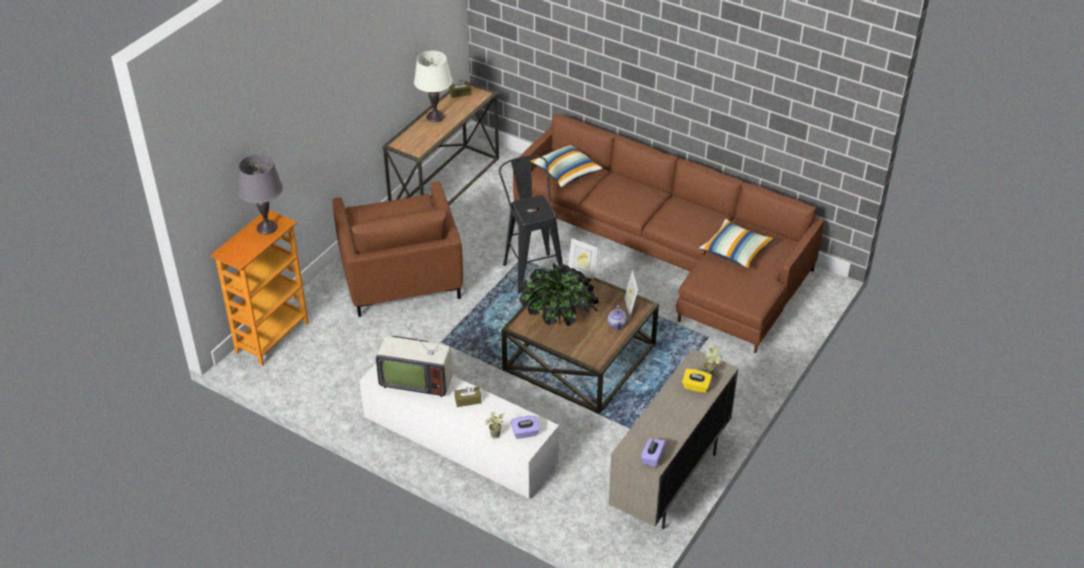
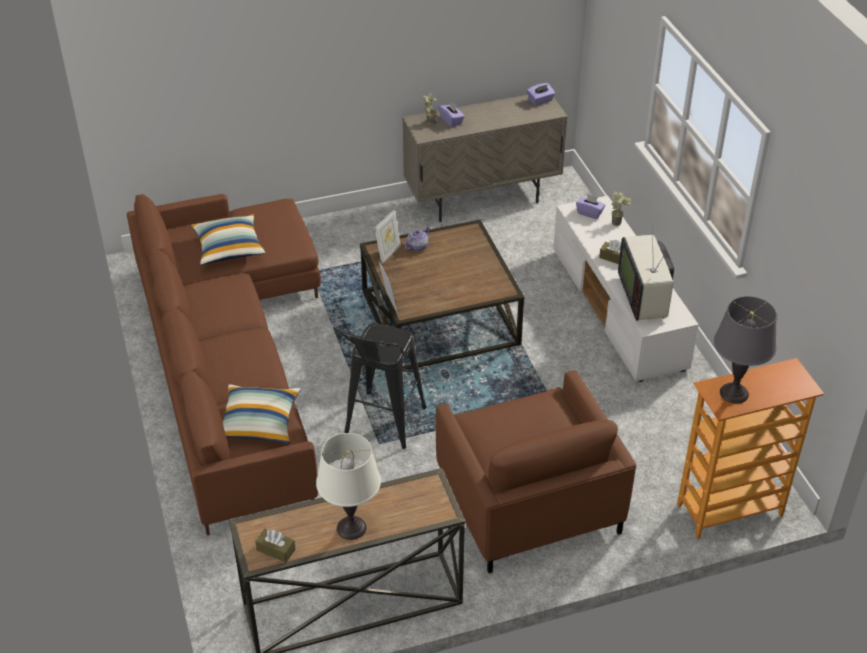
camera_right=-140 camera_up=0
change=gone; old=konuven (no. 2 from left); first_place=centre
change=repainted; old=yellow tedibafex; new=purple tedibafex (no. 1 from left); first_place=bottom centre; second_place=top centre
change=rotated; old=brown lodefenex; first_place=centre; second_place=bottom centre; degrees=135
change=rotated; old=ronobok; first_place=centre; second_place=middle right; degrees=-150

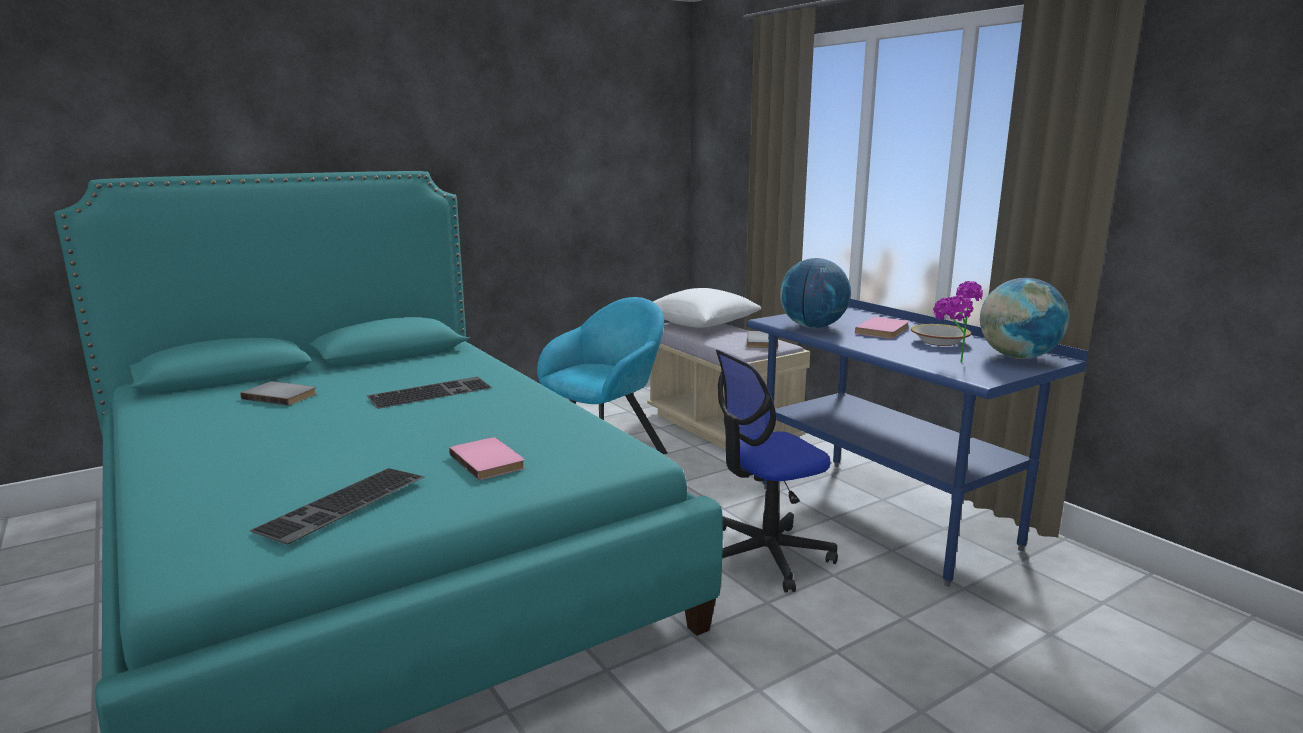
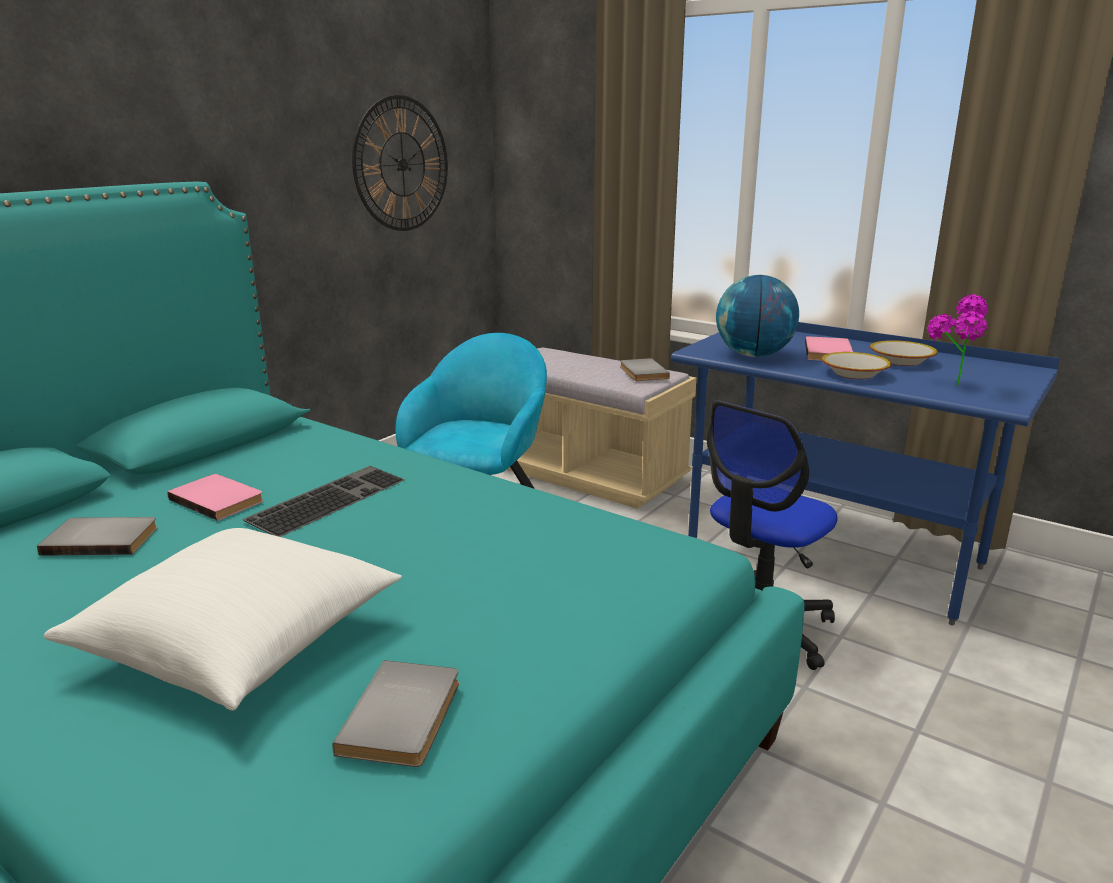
camera_right=-20 camera_up=5
change=gone; old=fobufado (no. 2 from left); first_place=middle right
change=new; new=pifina; second_place=top centre
change=new; new=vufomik (no. 1 from left); second_place=middle right
change=shifted; old=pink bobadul (no. 1 from left); first_place=centre; second_place=middle left
change=shifted; old=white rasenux; first_place=centre; second_place=bottom left
change=swapped; old=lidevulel (no. 1 from left); new=grey bobadul (no. 2 from left); first_place=bottom left; second_place=bottom centre

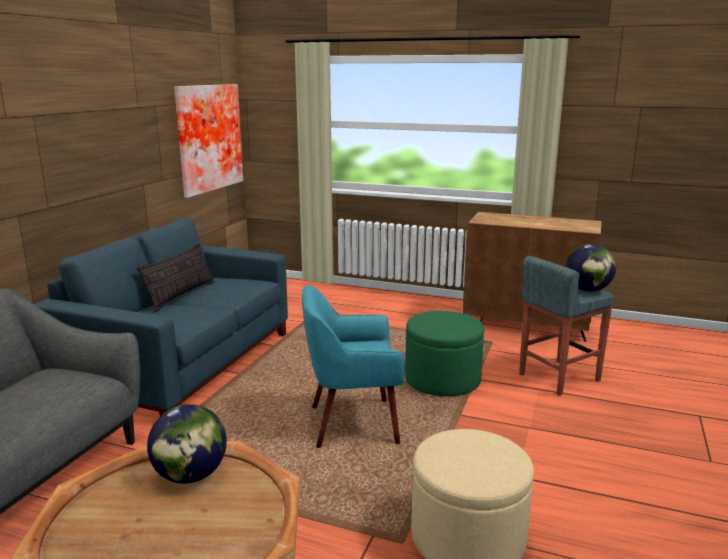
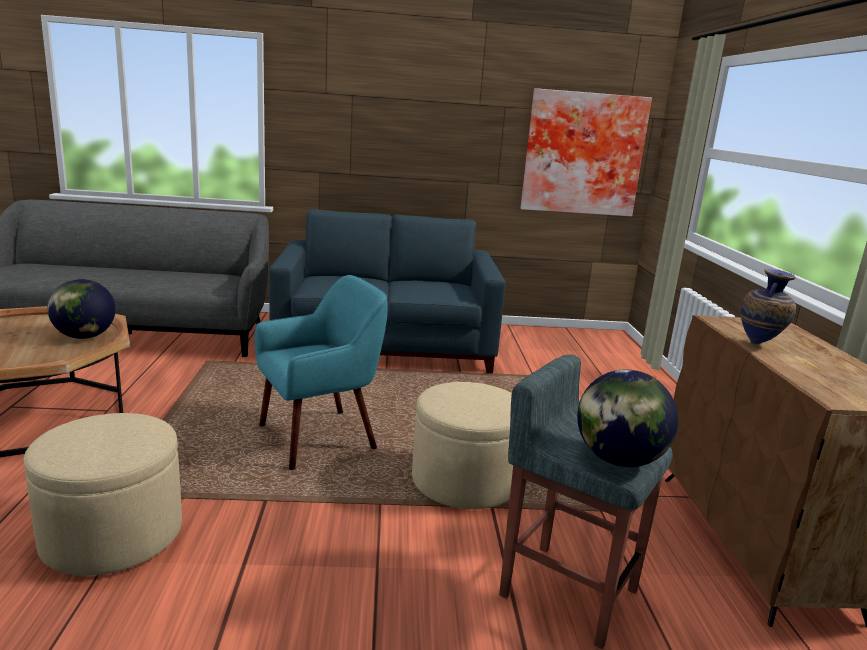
camera_right=65 camera_up=0
change=gone; old=rasenux; first_place=middle left
change=new; new=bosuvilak; second_place=middle right
change=repainted; old=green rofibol; new=beige rofibol (no. 2 from left); first_place=centre; second_place=bottom centre
change=rotated; old=turquoise lodefenex; first_place=centre; second_place=centre; degrees=90

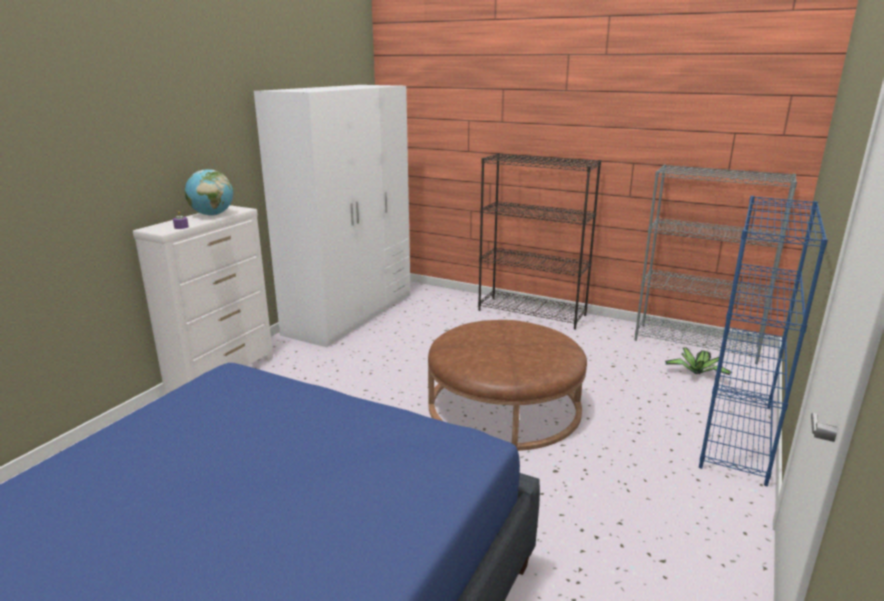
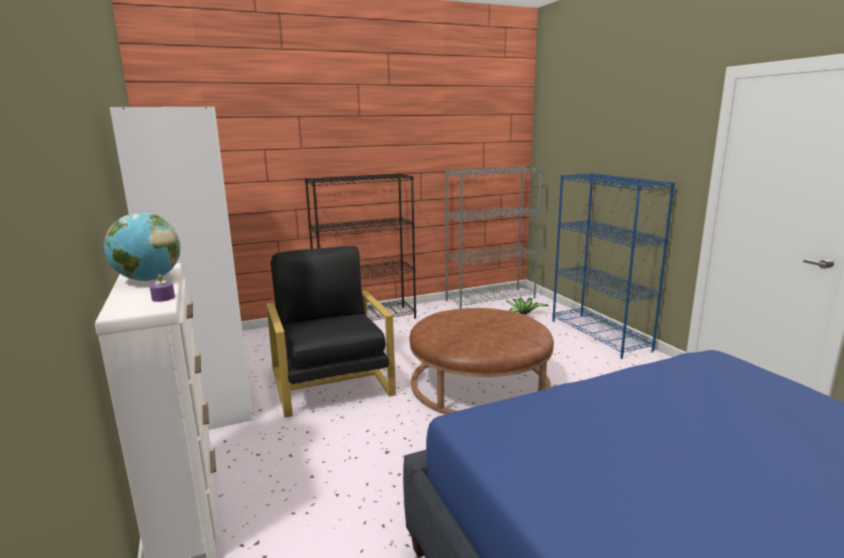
camera_right=-50 camera_up=-5
change=new; new=black lodefenex; second_place=centre

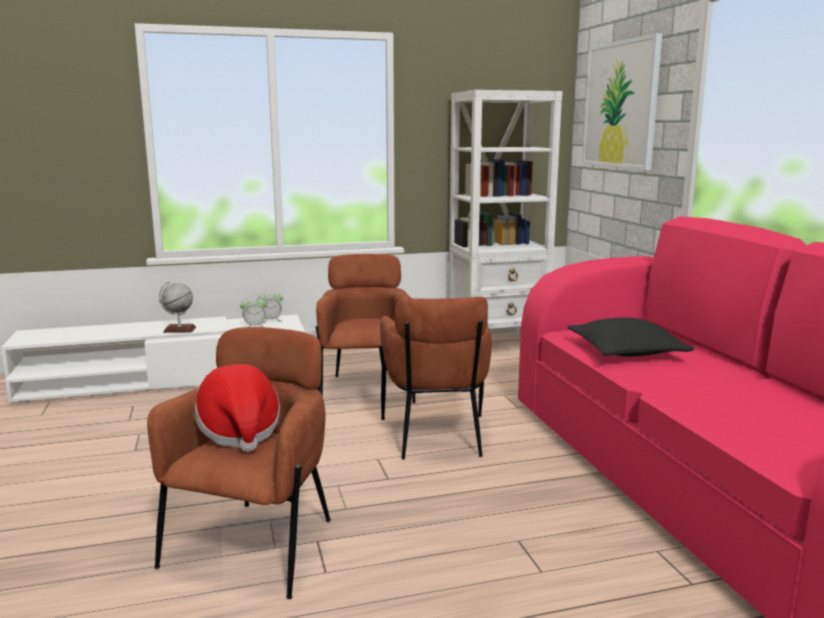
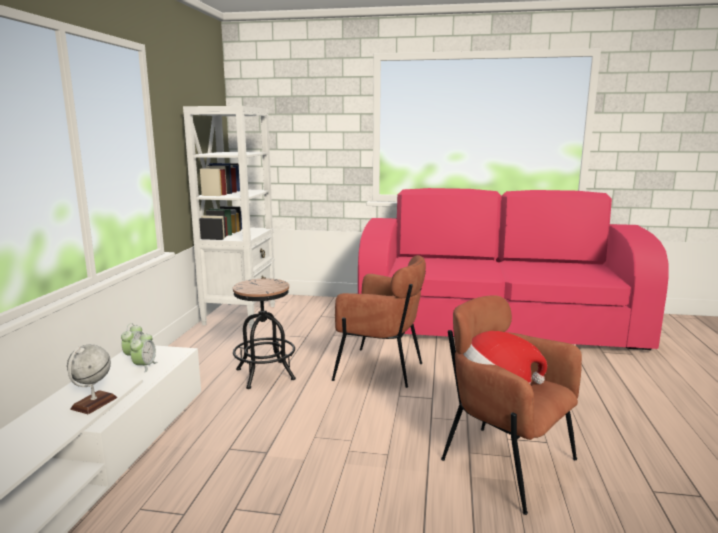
camera_right=-65 camera_up=0
change=gone; old=black rasenux; first_place=middle right
change=gone; old=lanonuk; first_place=top right
change=swapped; old=brown lodefenex (no. 2 from left); new=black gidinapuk; first_place=centre; second_place=centre

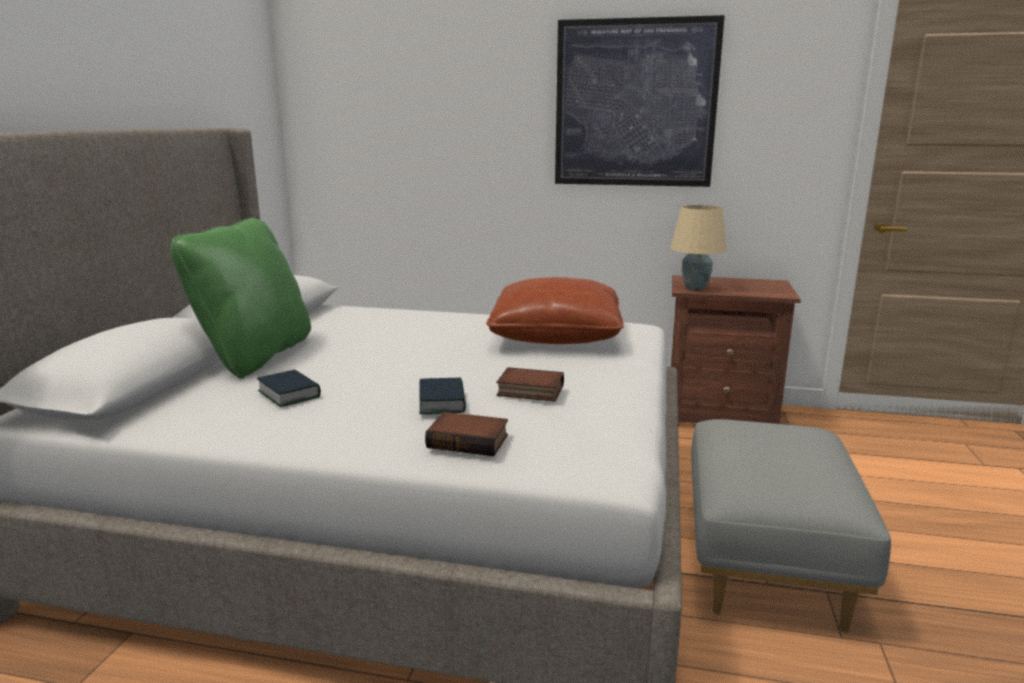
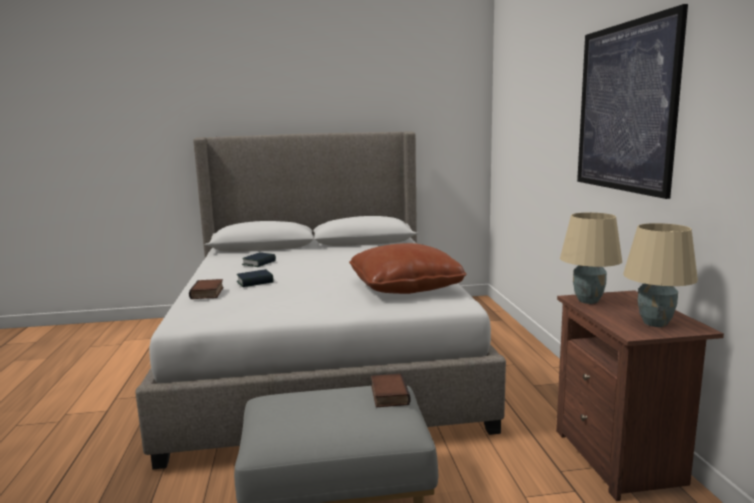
camera_right=70 camera_up=-5
change=gone; old=green rasenux; first_place=middle left
change=new; new=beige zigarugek (no. 2 from left); second_place=middle right
change=shifted; old=bobadul (no. 4 from left); first_place=centre; second_place=bottom centre

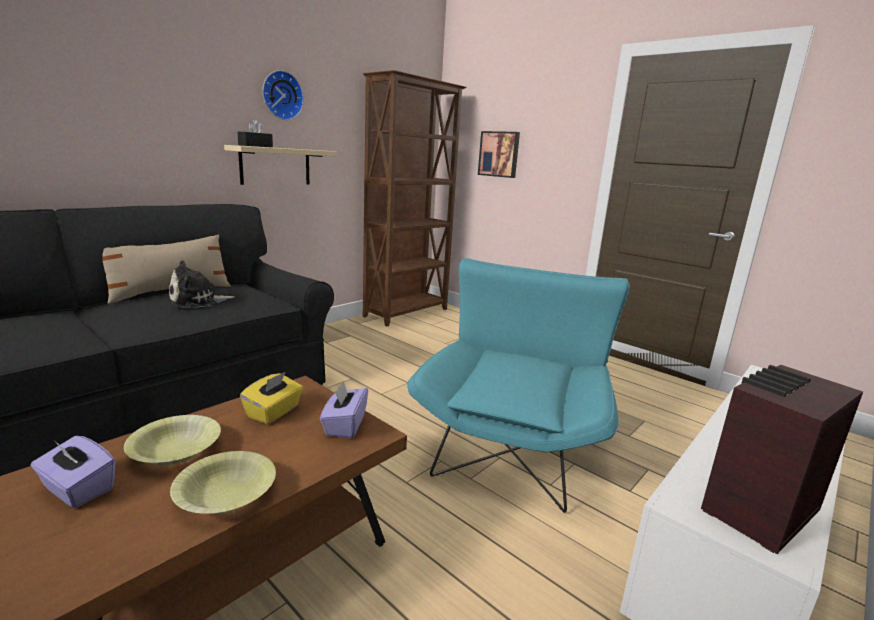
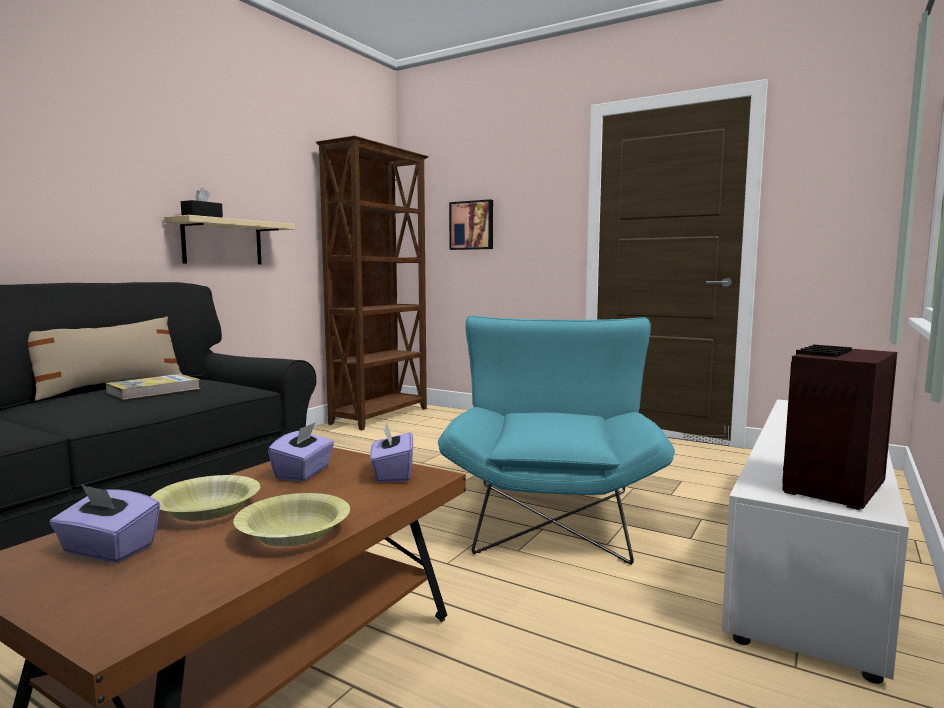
camera_right=-10 camera_up=-10
change=gone; old=pifina; first_place=top left
change=swapped; old=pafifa; new=bobadul; first_place=middle left; second_place=middle left
change=repainted; old=yellow tedibafex; new=purple tedibafex (no. 2 from left); first_place=middle left; second_place=middle left

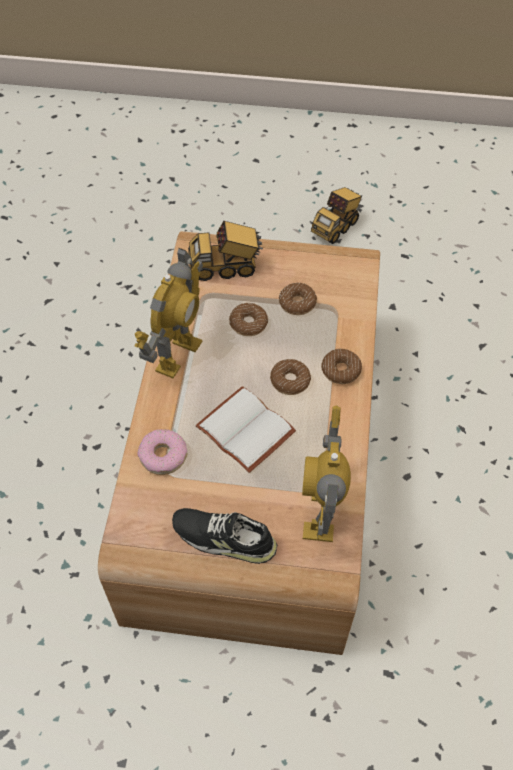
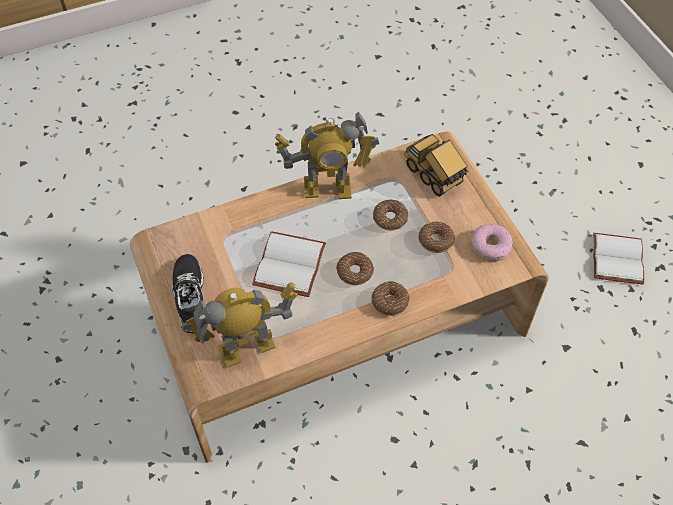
camera_right=60 camera_up=0
change=shifted; old=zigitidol (no. 1 from left in the first image); new=zigitidol (no. 5 from left); first_place=middle left; second_place=middle right
change=swapped; old=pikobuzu (no. 2 from left); new=white bobadul (no. 2 from left); first_place=top centre; second_place=middle right

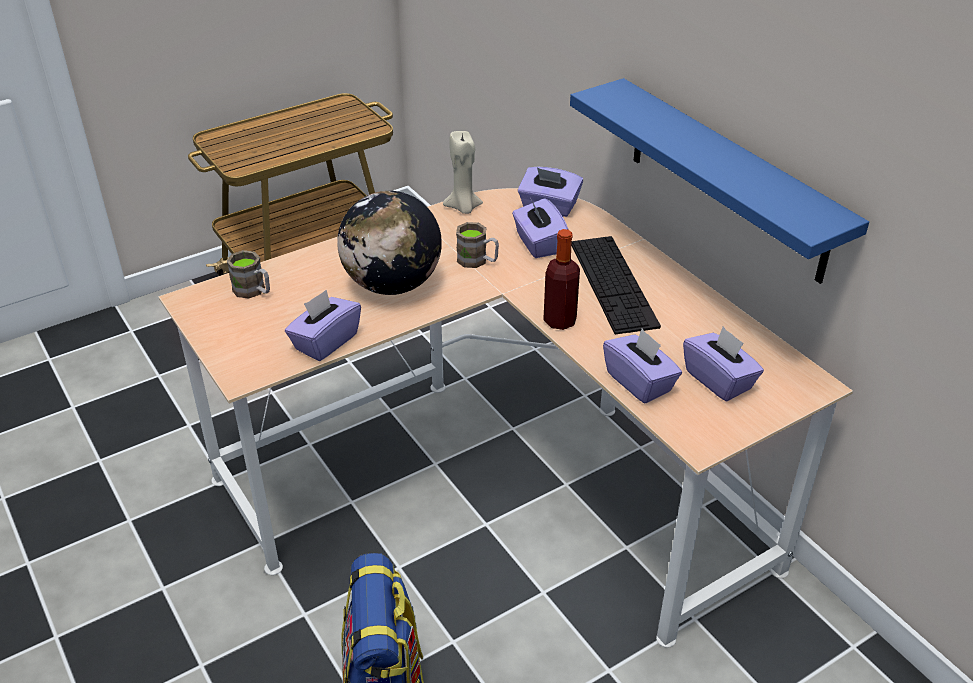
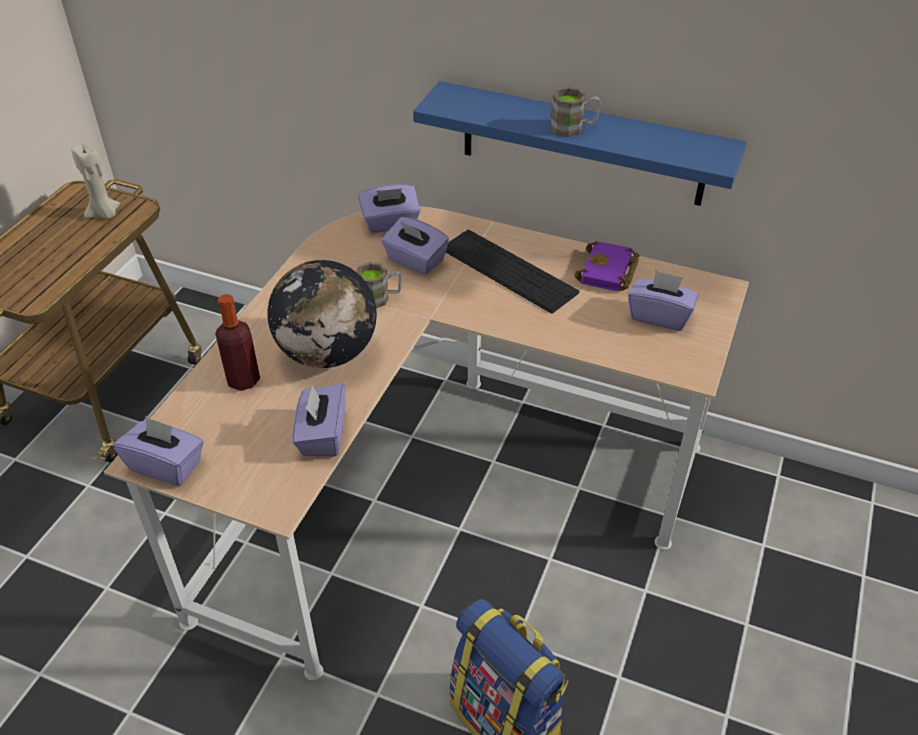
camera_right=-35 camera_up=5
change=new; new=purple bobadul; second_place=centre
change=shifted; old=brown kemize (no. 1 from left in the first image); new=brown kemize (no. 2 from left); first_place=middle left; second_place=top centre
change=shifted; old=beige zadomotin; first_place=top centre; second_place=top left
change=shifted; old=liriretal; first_place=centre; second_place=middle left
change=shifted; old=purple tedibafex (no. 4 from left in the first image); new=purple tedibafex (no. 1 from left); first_place=centre; second_place=middle left

